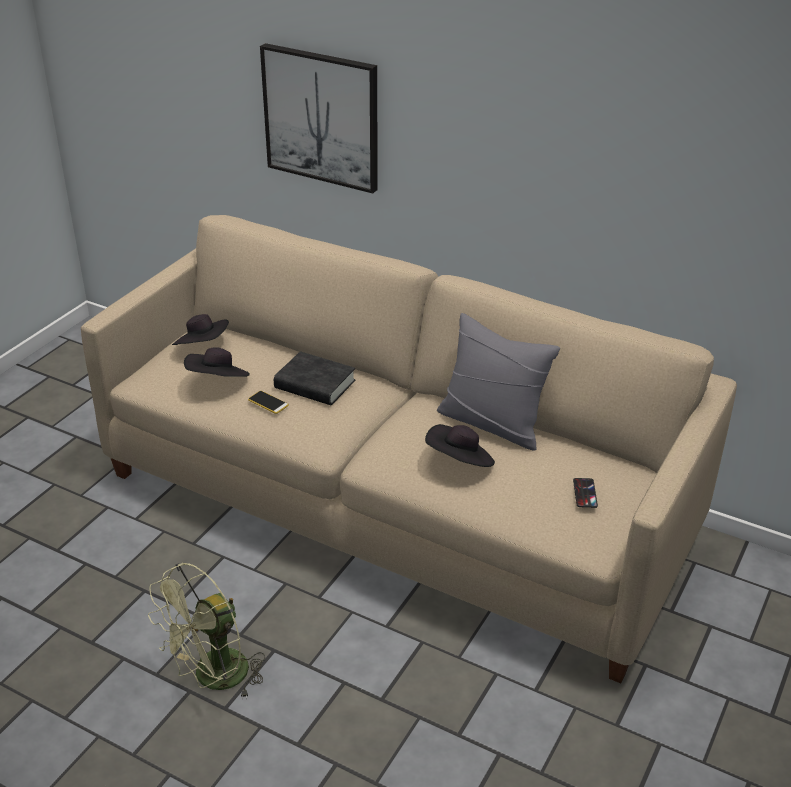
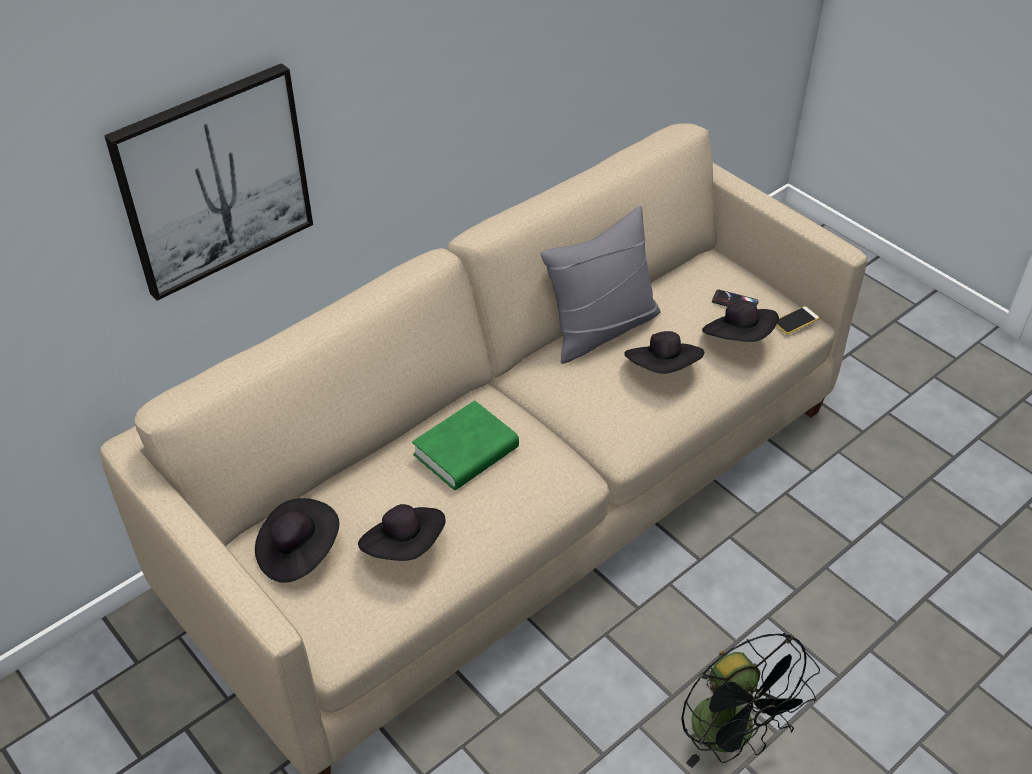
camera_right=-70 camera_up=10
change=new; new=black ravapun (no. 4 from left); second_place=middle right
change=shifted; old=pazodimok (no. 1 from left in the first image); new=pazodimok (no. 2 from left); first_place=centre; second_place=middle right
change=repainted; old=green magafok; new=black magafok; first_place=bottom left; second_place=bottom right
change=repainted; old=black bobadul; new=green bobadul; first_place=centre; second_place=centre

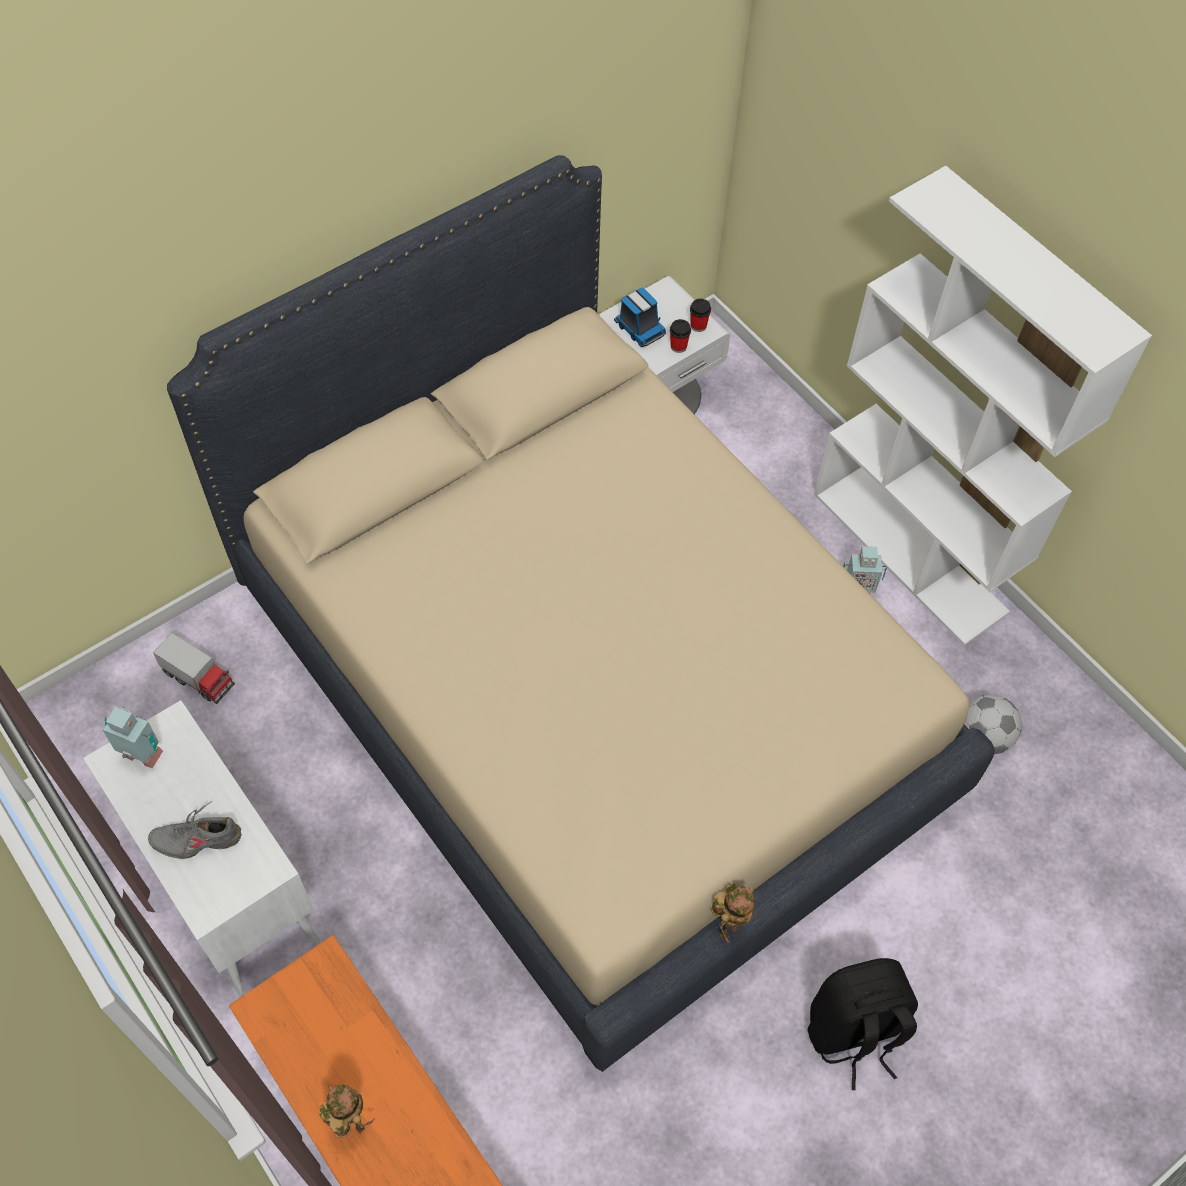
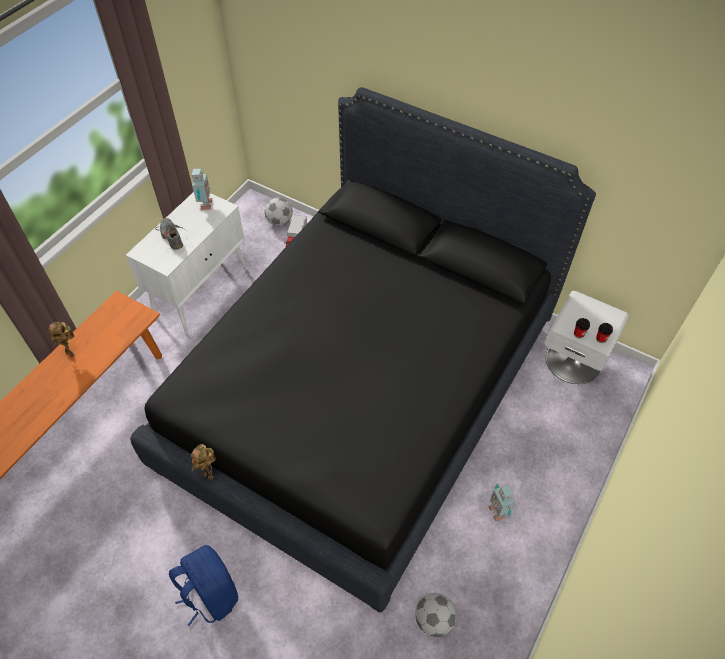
camera_right=70 camera_up=-5
change=gone; old=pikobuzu (no. 2 from left); first_place=top centre
change=gone; old=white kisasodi; first_place=middle right
change=new; new=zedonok (no. 1 from left); second_place=top centre
change=repainted; old=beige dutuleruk; new=black dutuleruk; first_place=centre; second_place=centre
change=repainted; old=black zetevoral; new=blue zetevoral; first_place=bottom right; second_place=bottom left
change=rotated; old=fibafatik (no. 2 from left in the first image); first_place=bottom left; second_place=middle left; degrees=105

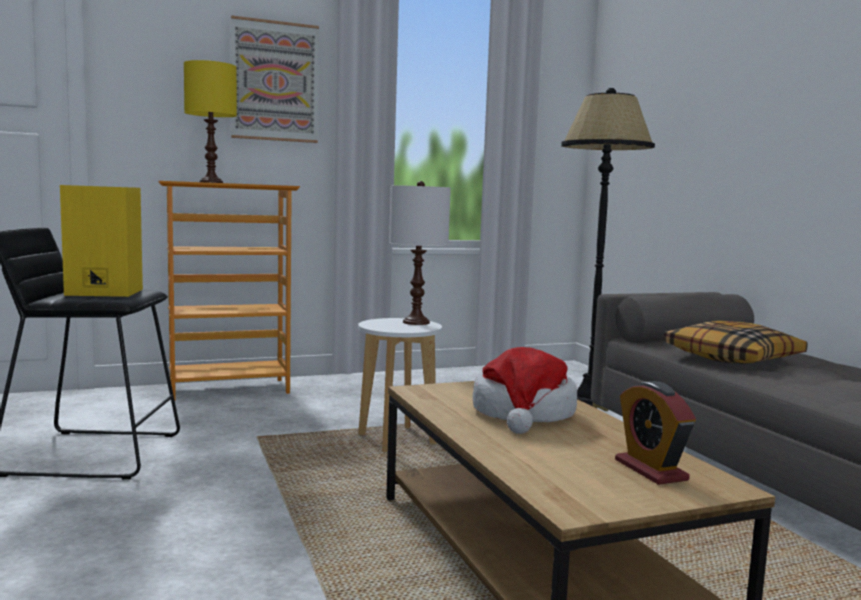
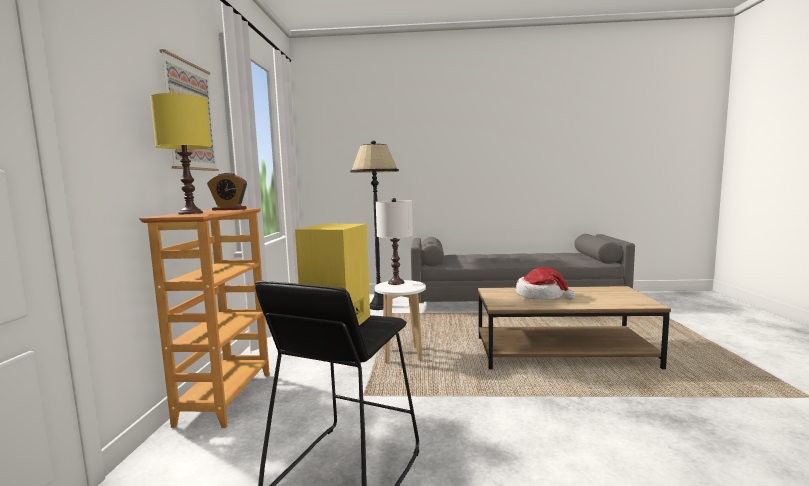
camera_right=-65 camera_up=0
change=gone; old=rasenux; first_place=middle right
change=shifted; old=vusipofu; first_place=bottom right; second_place=middle left

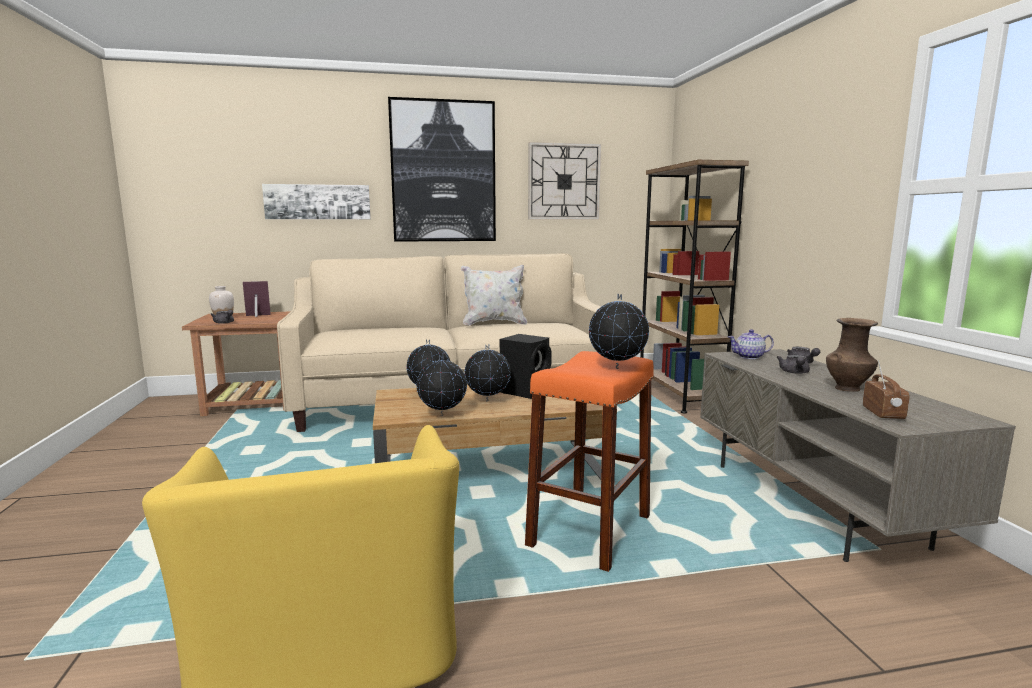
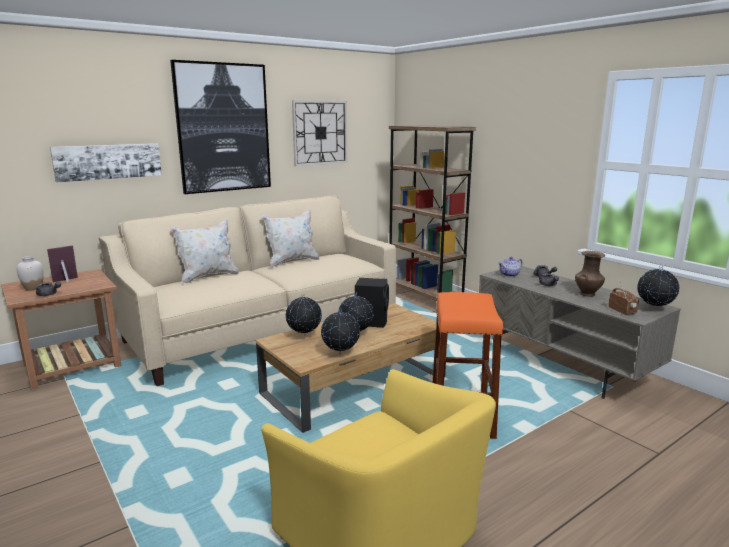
camera_right=-25 camera_up=5
change=new; new=white rasenux (no. 1 from left); second_place=middle left
change=shifted; old=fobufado (no. 4 from left); first_place=centre; second_place=middle right

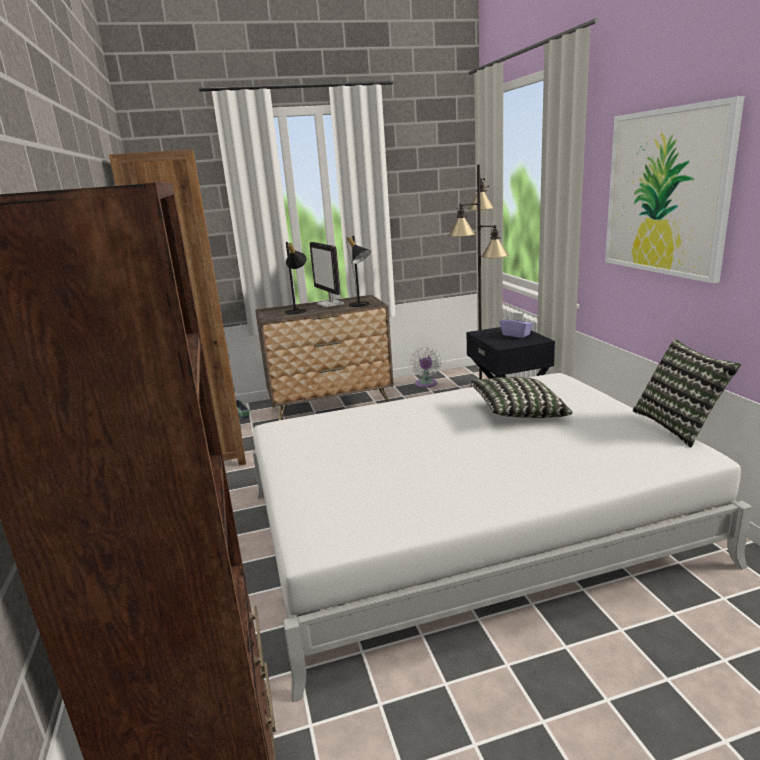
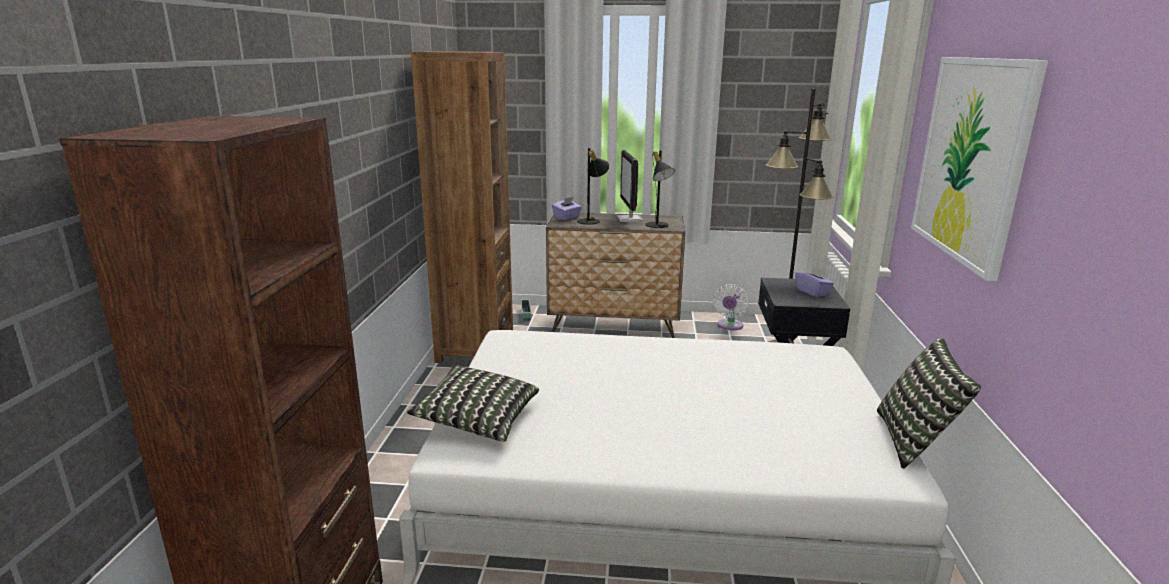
camera_right=20 camera_up=0
change=new; new=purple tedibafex (no. 1 from left); second_place=centre
change=shifted; old=rasenux (no. 1 from left); first_place=middle right; second_place=bottom centre

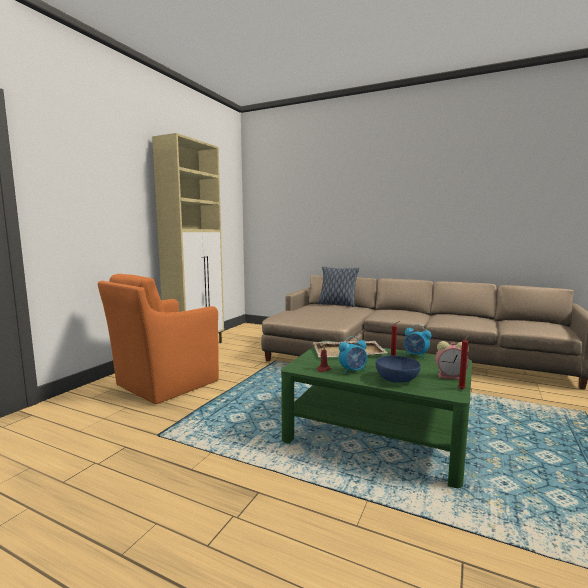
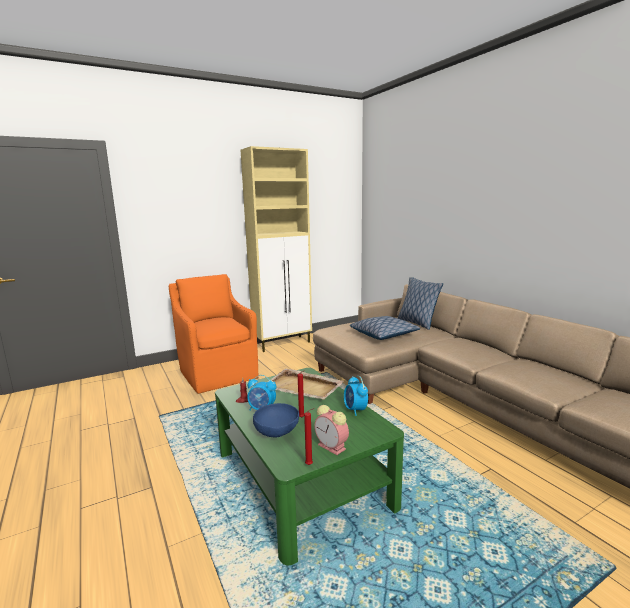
camera_right=35 camera_up=5
change=new; new=rasenux (no. 1 from left); second_place=centre
change=rotated; old=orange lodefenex; first_place=middle left; second_place=centre; degrees=75

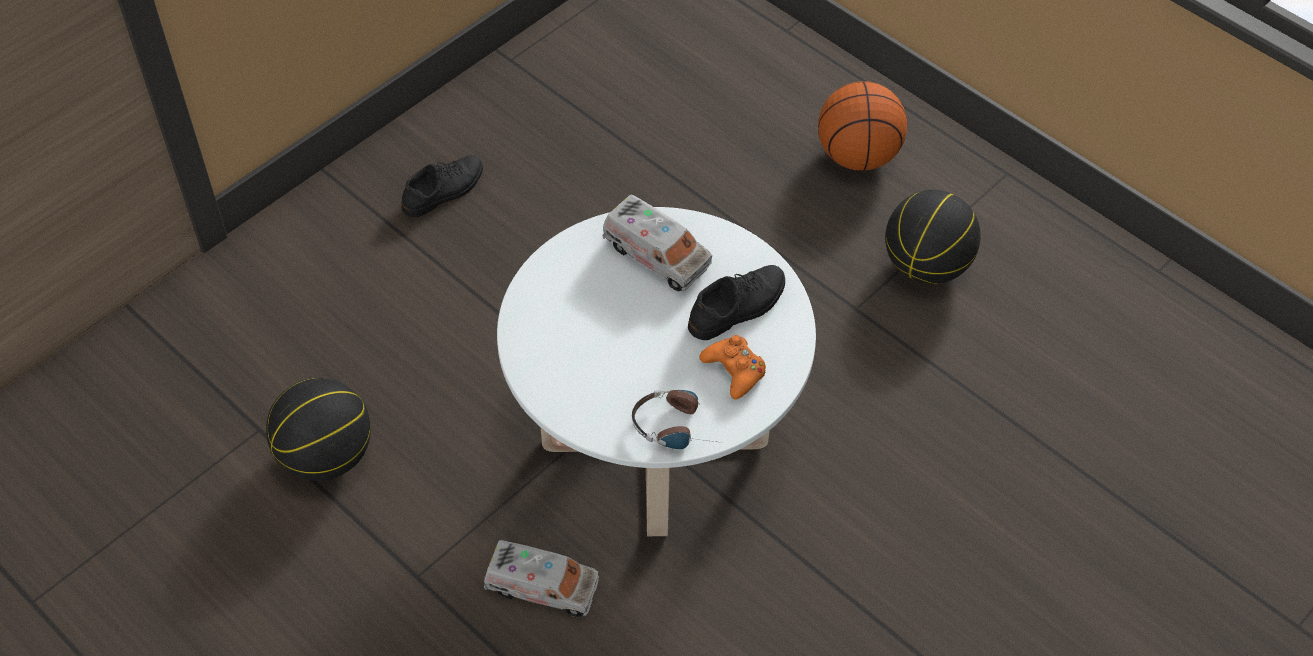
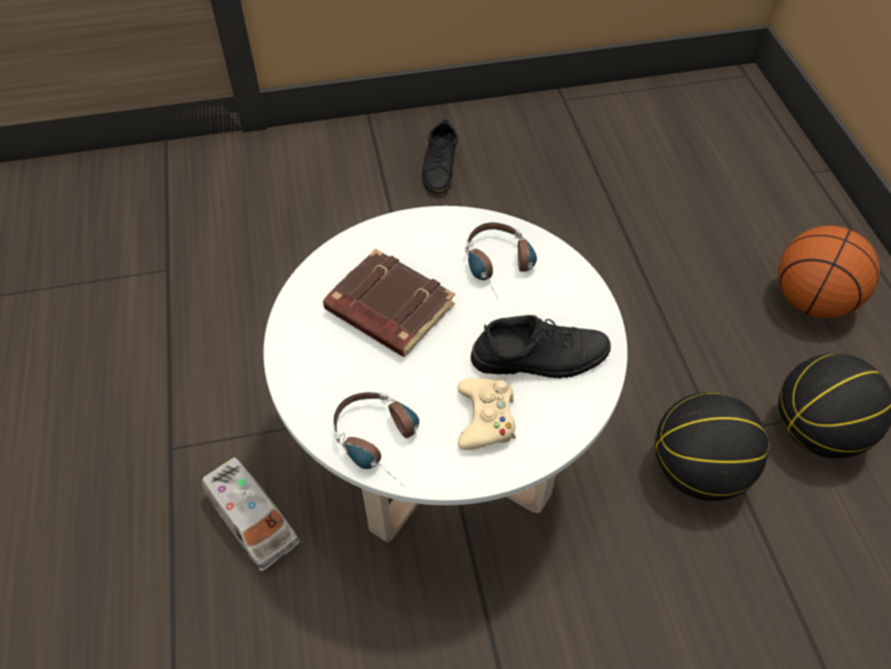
camera_right=35 camera_up=0
change=new; new=brown bobadul; second_place=centre
change=shifted; old=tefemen (no. 1 from left); first_place=middle left; second_place=bottom right
change=swapped; old=pikobuzu (no. 2 from left); new=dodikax (no. 2 from left); first_place=centre; second_place=centre
change=repainted; old=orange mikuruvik; new=beige mikuruvik; first_place=centre; second_place=centre
change=rotated; old=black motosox (no. 1 from left); first_place=top centre; second_place=top centre; degrees=105

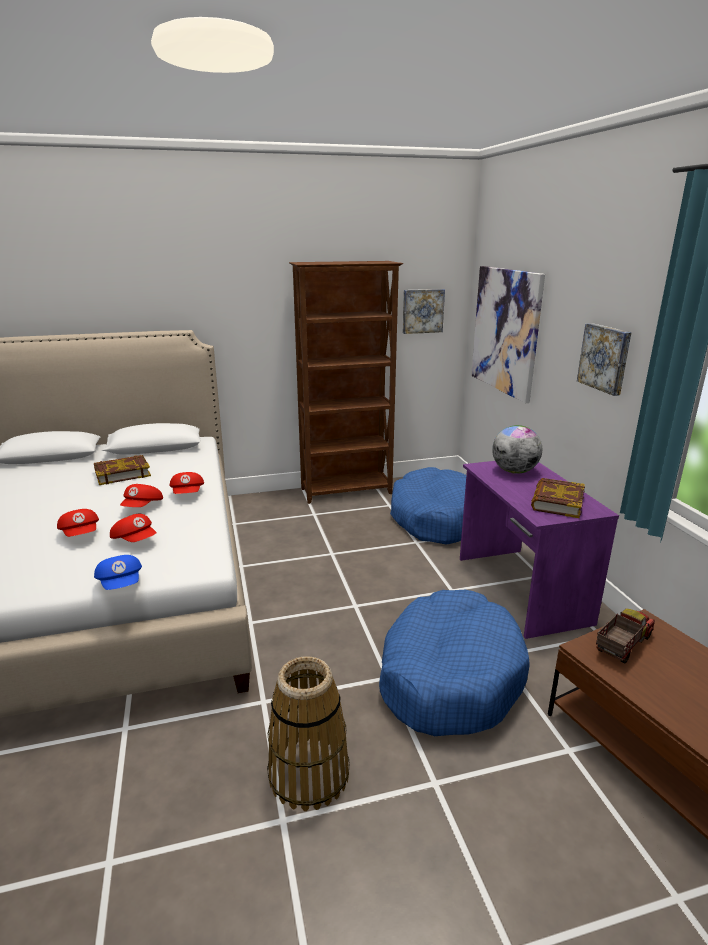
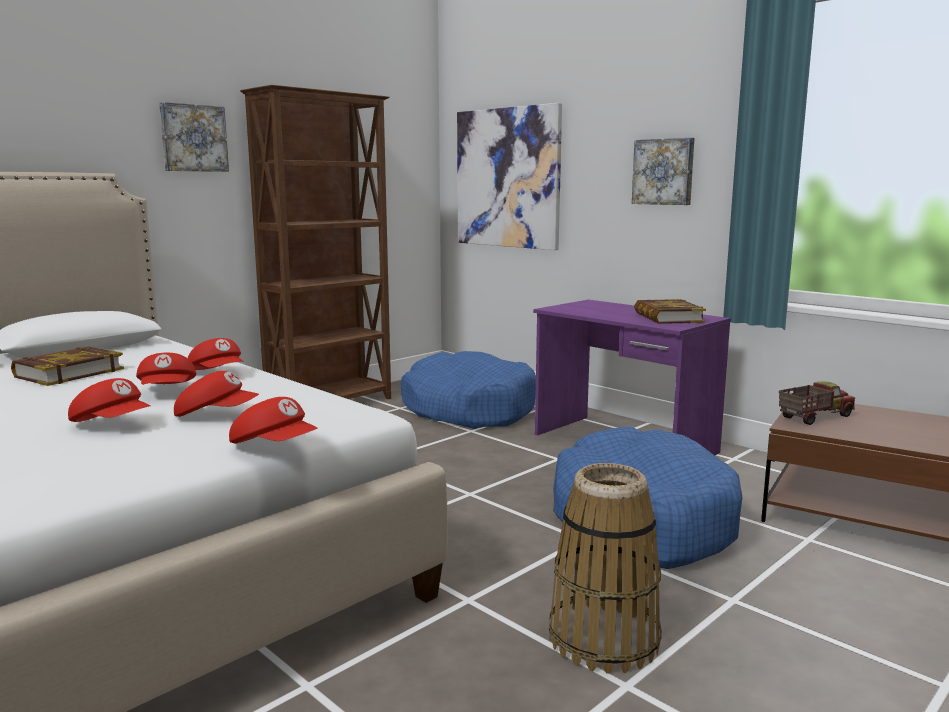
camera_right=-30 camera_up=-10
change=gone; old=fobufado; first_place=middle right
change=shifted; old=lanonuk (no. 1 from left); first_place=top centre; second_place=top left
change=repainted; old=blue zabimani; new=red zabimani (no. 5 from left); first_place=middle left; second_place=middle left
change=rotated; old=pikobuzu; first_place=bottom right; second_place=middle right; degrees=45

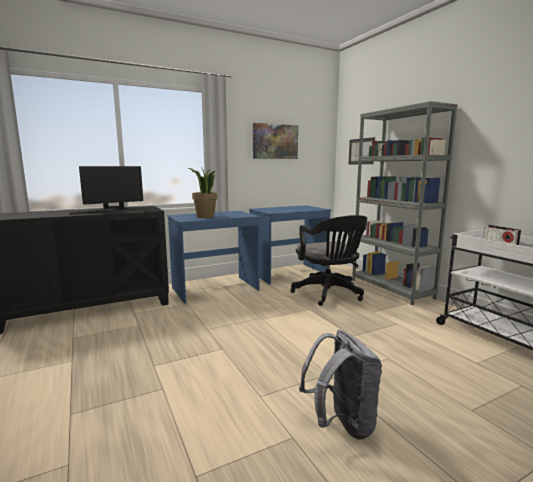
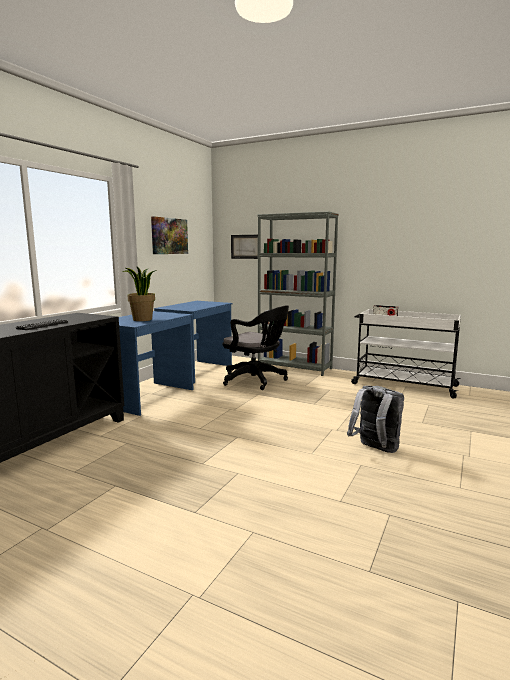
camera_right=-35 camera_up=0
change=gone; old=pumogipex; first_place=middle left

